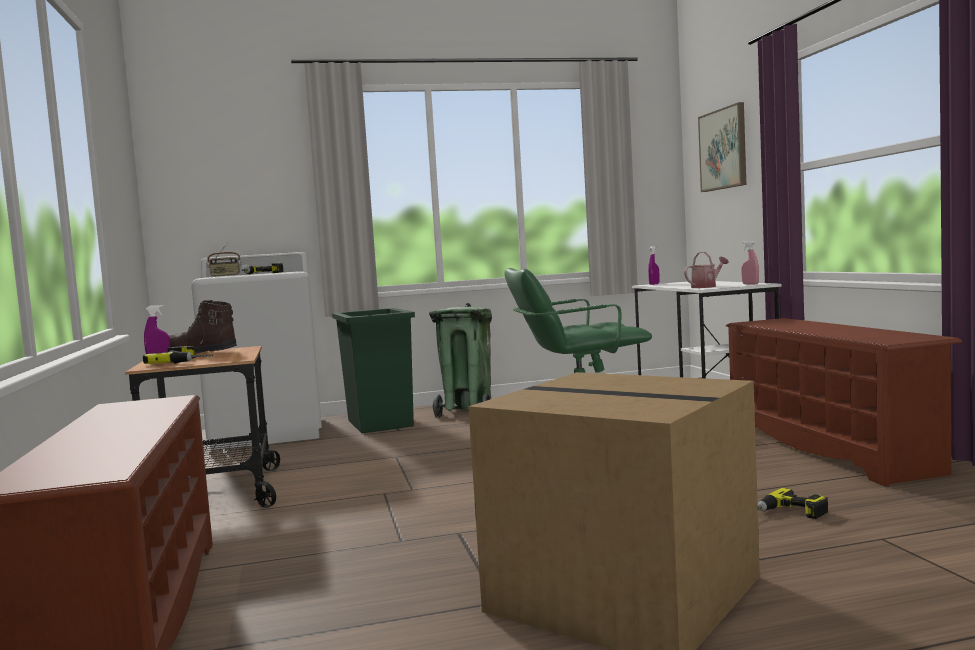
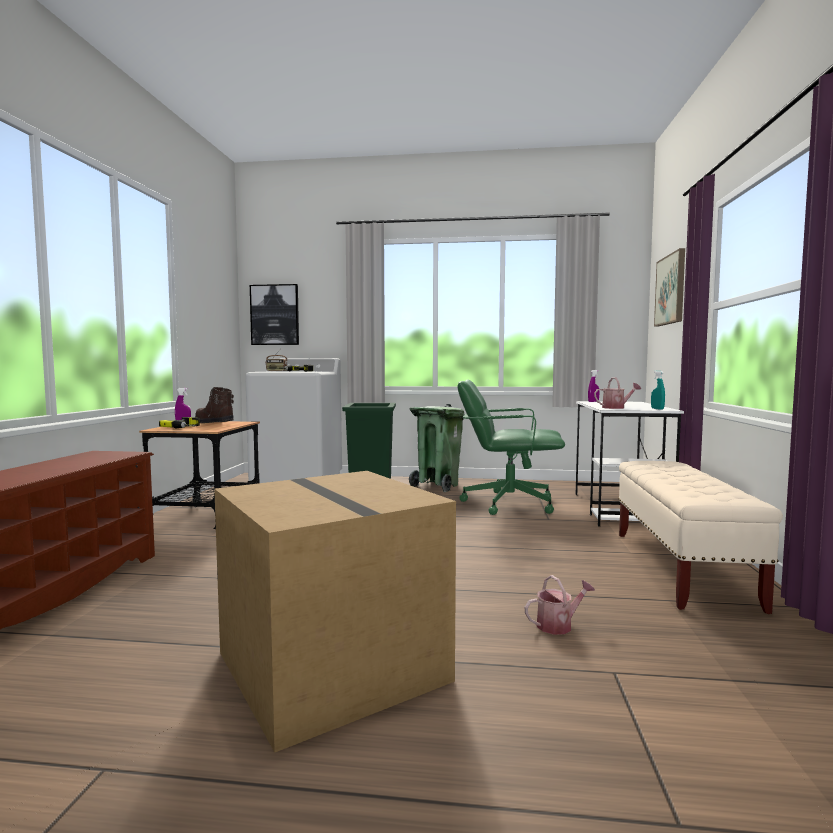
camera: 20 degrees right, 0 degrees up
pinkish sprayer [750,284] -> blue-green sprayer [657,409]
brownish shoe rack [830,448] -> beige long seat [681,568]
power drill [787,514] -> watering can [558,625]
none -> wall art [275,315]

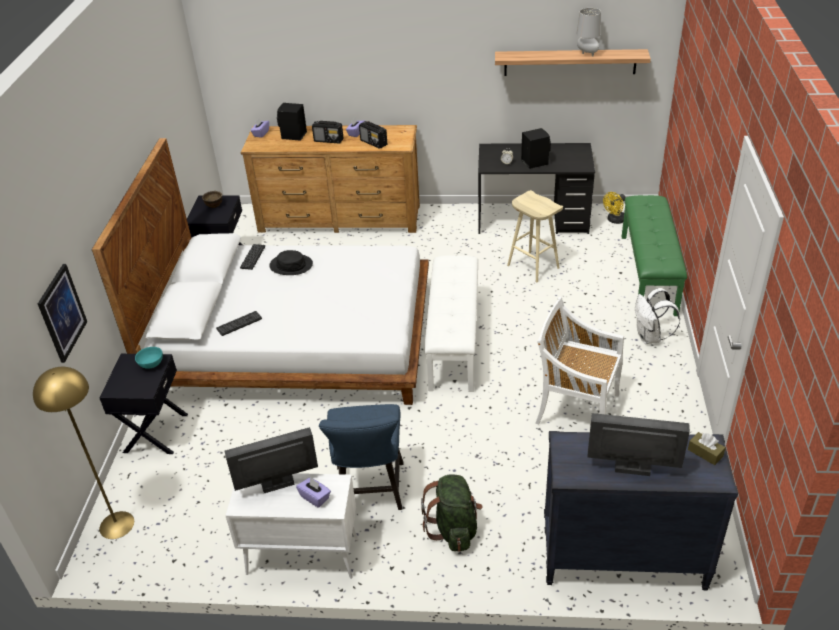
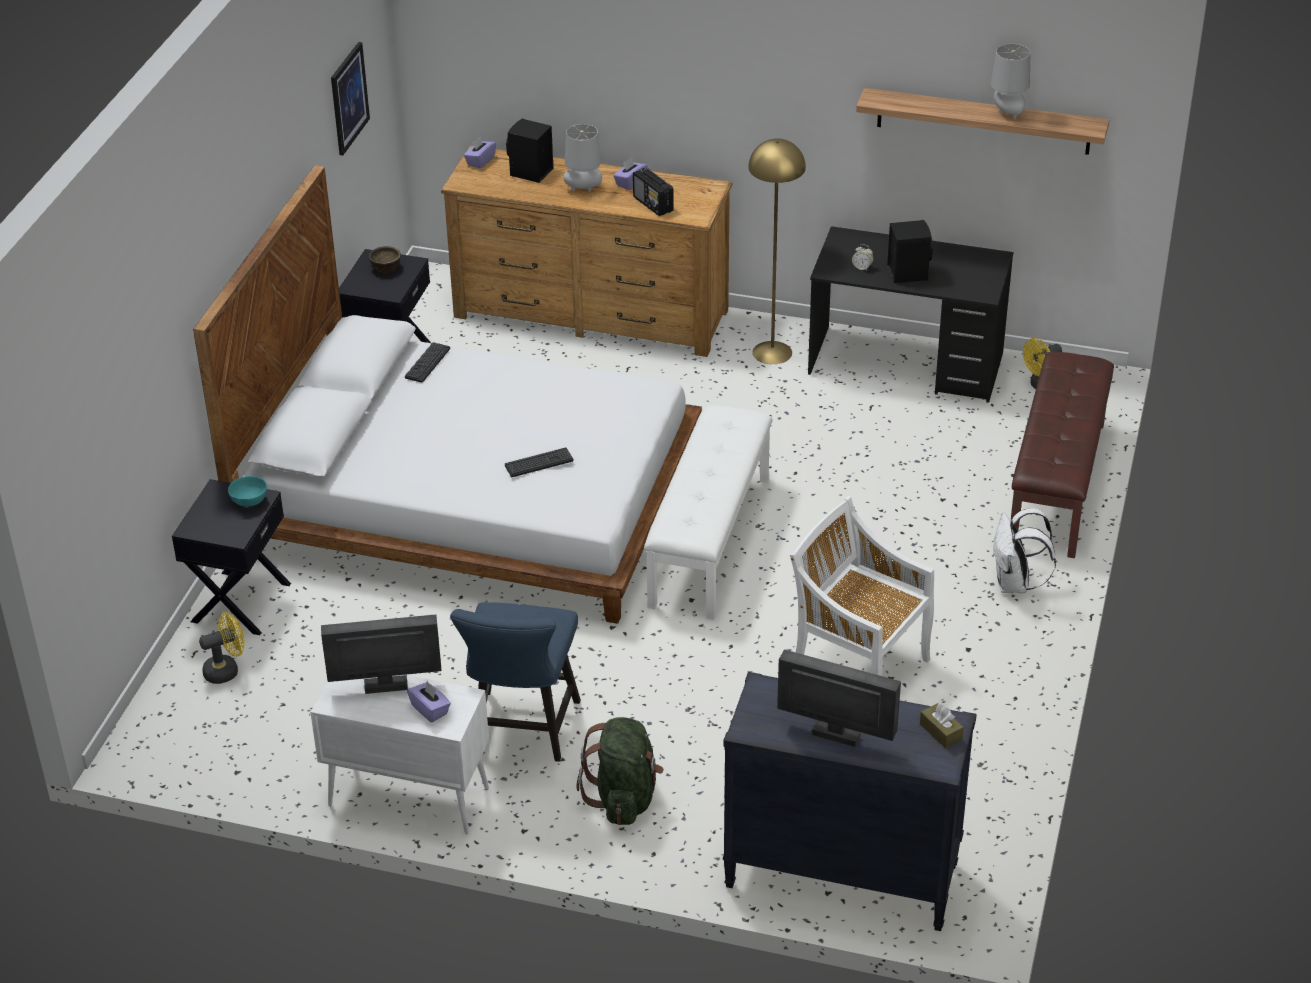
camera: 10 degrees right, 0 degrees up
radio set [329,140] -> gray tabletop lamp [584,189]
beige stool seat [532,266] -> none
green long seat [649,274] -> brownish long seat [1058,484]
blackish clothing hat [291,265] -> none
wall art [62,313] -> wall art [349,98], move
PC keyboard [239,323] -> PC keyboard [539,463], move
yellow standing lamp [116,525] -> yellow standing lamp [772,352], move
none -> yellow cooling fan [226,670]

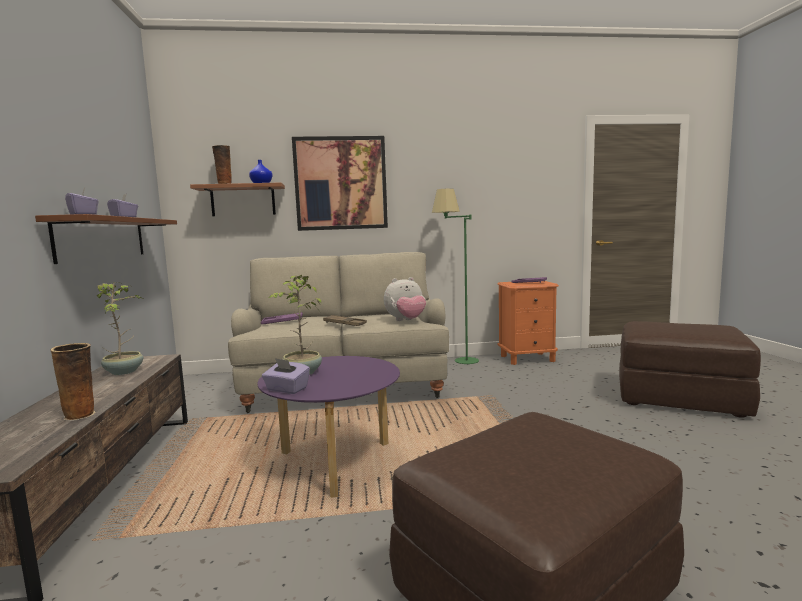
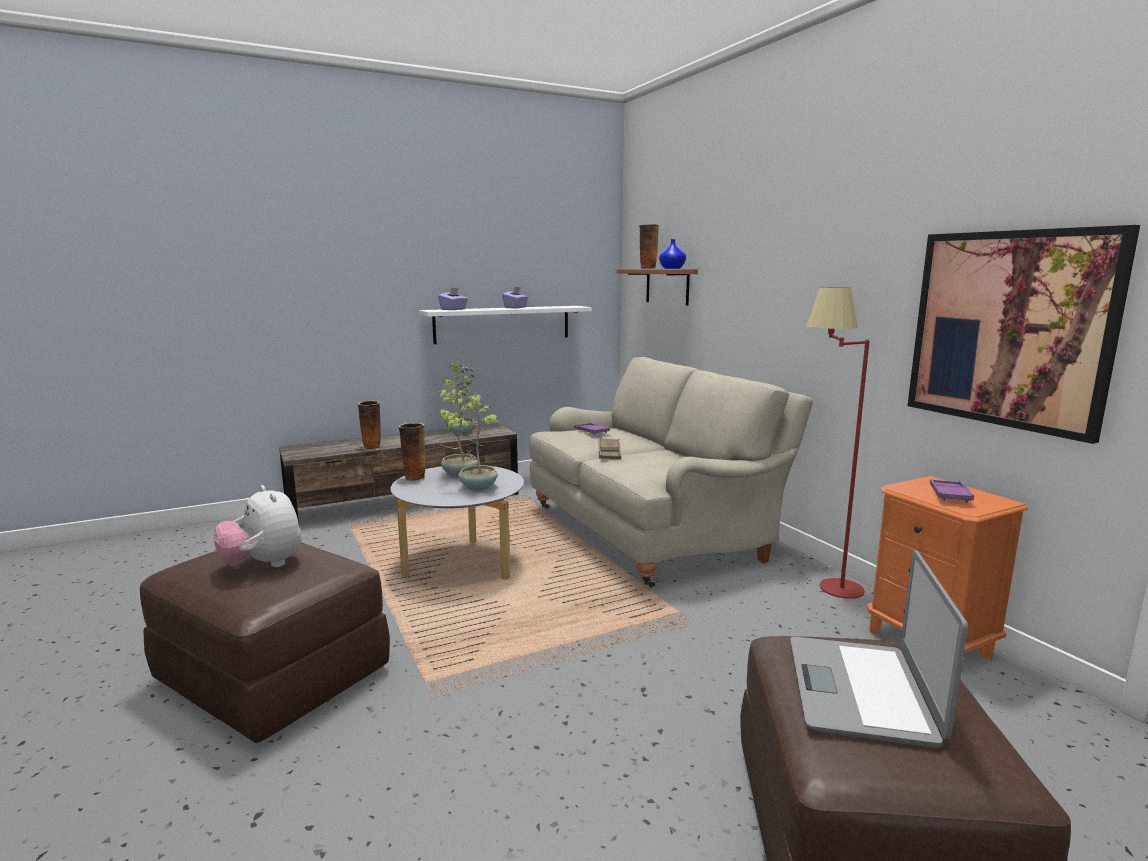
camera: 70 degrees right, 5 degrees up
wall art [341,183] -> wall art [1008,329], move
green standing lamp [457,362] -> reddish standing lamp [822,582]
brownish bracket shelf [103,238] -> whitish bracket shelf [503,324]
plush toy [406,321] -> plush toy [263,565], move
purple lounge table [335,462] -> gray lounge table [461,565]
purple box of tissues [286,389] -> flower vase [414,478]
none -> houseplant [478,487]
none -> notebook computer [862,690]

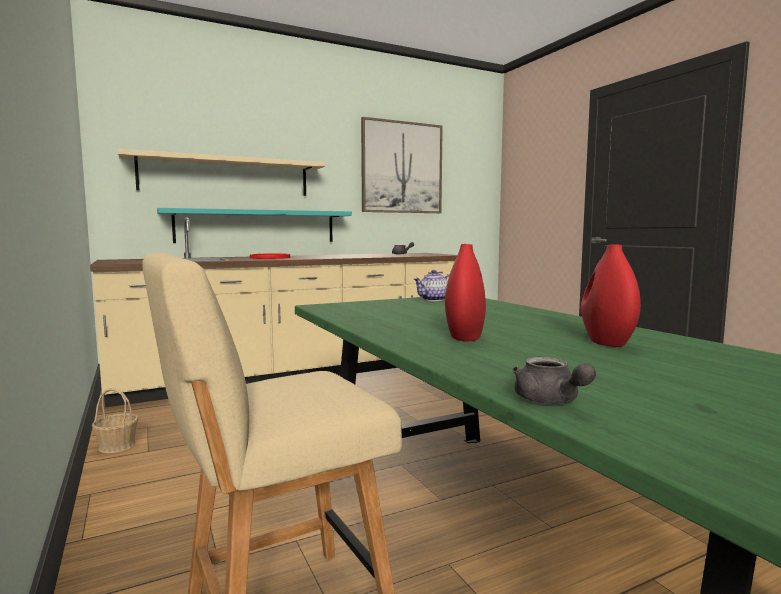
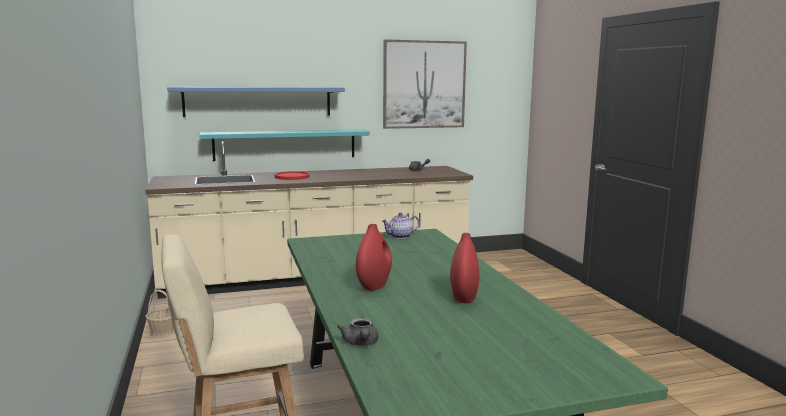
camera: 10 degrees right, 5 degrees up
beige bracket shelf [226,176] -> blue-coloured bracket shelf [258,101]

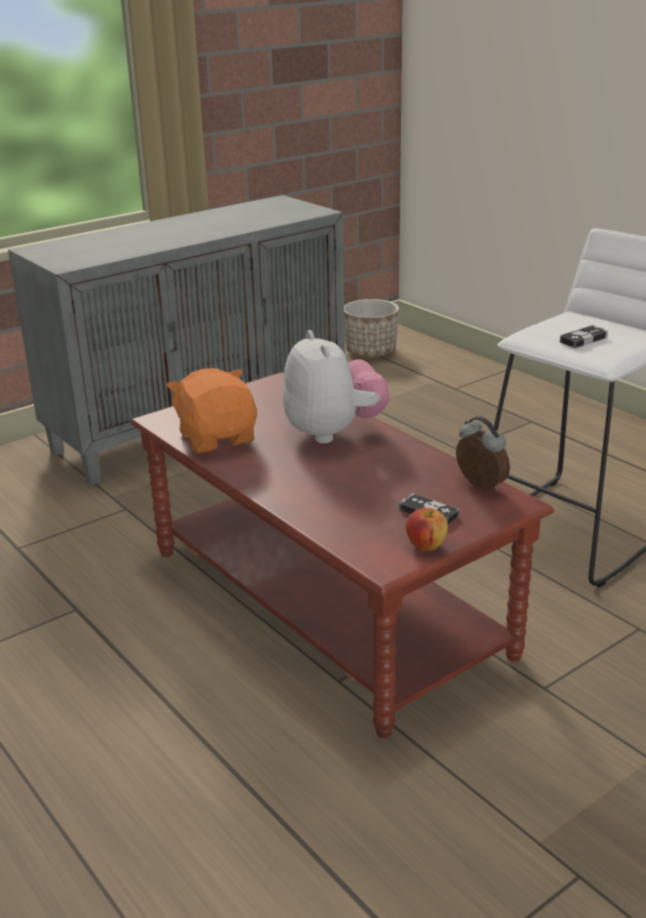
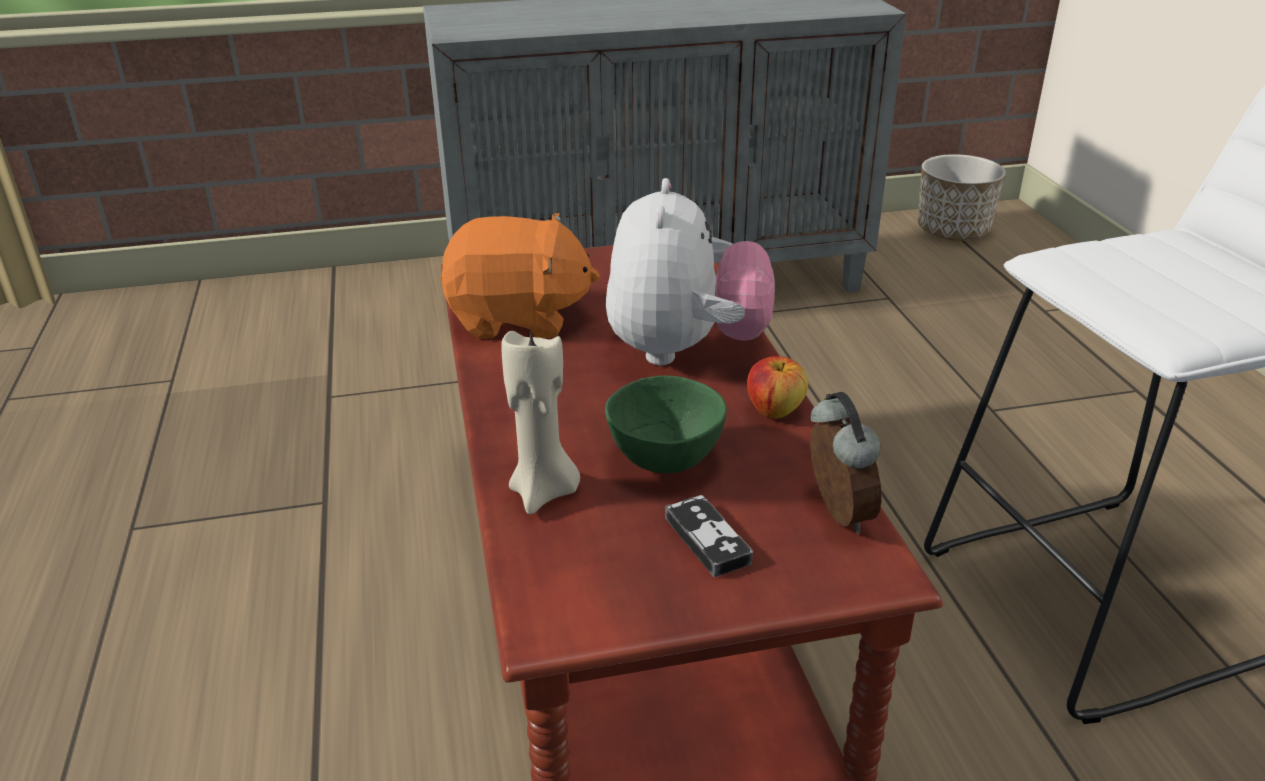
camera: 25 degrees right, 5 degrees up
joypad [583,339] -> none
orangey plush toy [217,438] -> orangey plush toy [518,318], 90 degrees clockwise
whole apple [426,545] -> whole apple [774,410], move
none -> beige wax candle [544,492]
none -> green bowl [663,461]

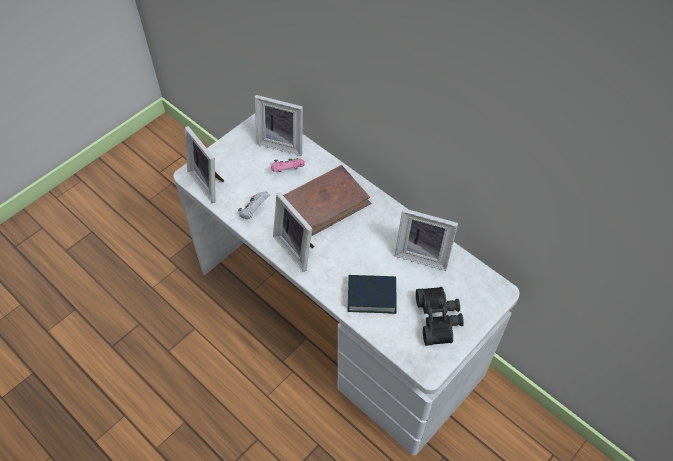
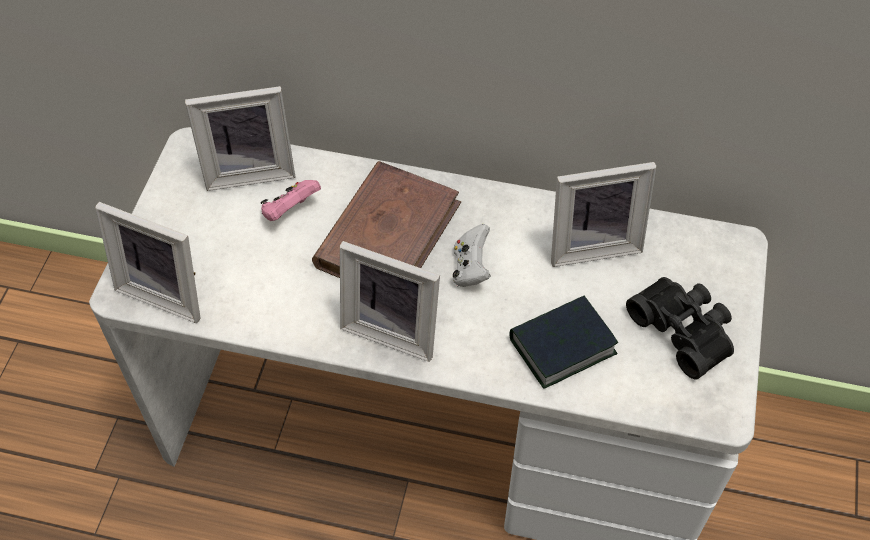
camera: 30 degrees left, 0 degrees up
whitish joypad [253,211] -> whitish joypad [470,268], move

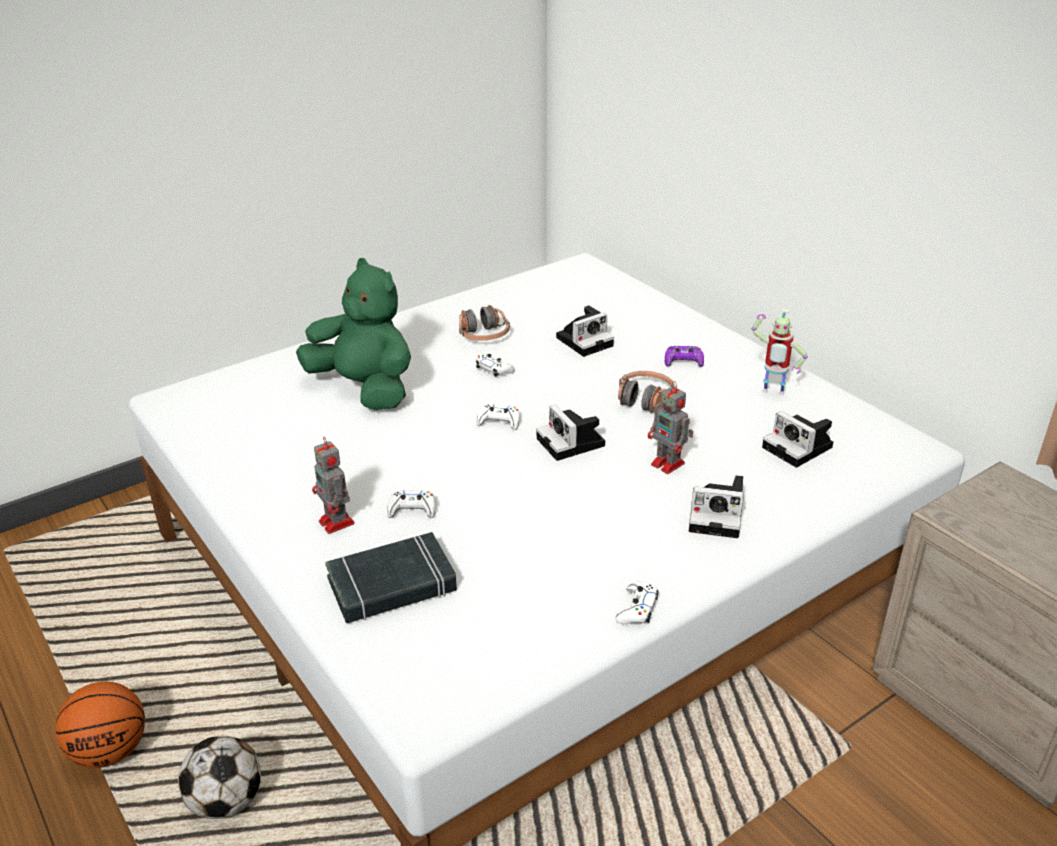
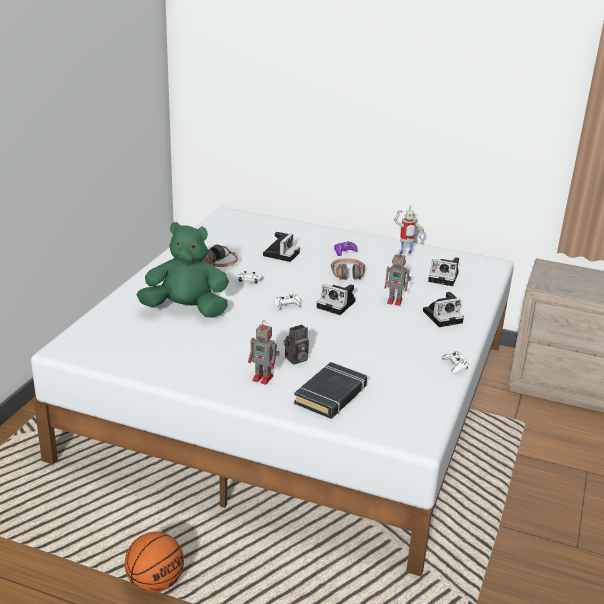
camera: 35 degrees left, 5 degrees down
whitish joypad [412,510] -> photo camera [296,359]
ball for football [226,802] -> none

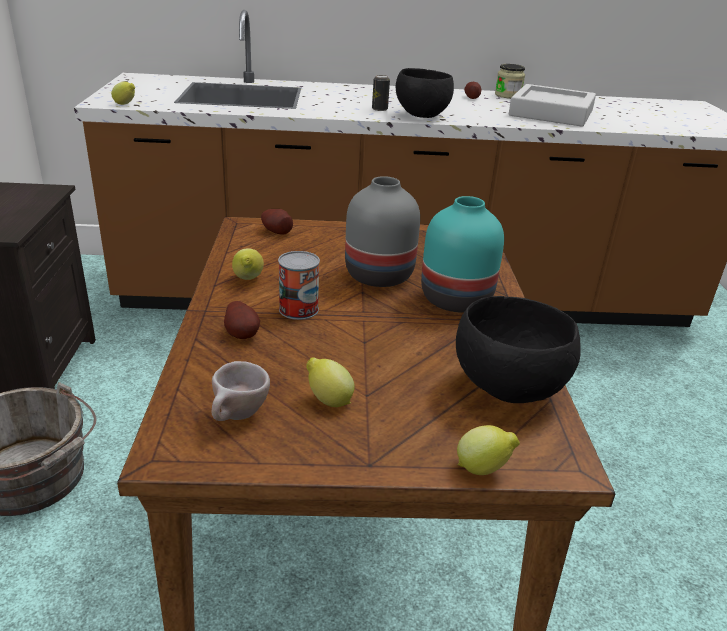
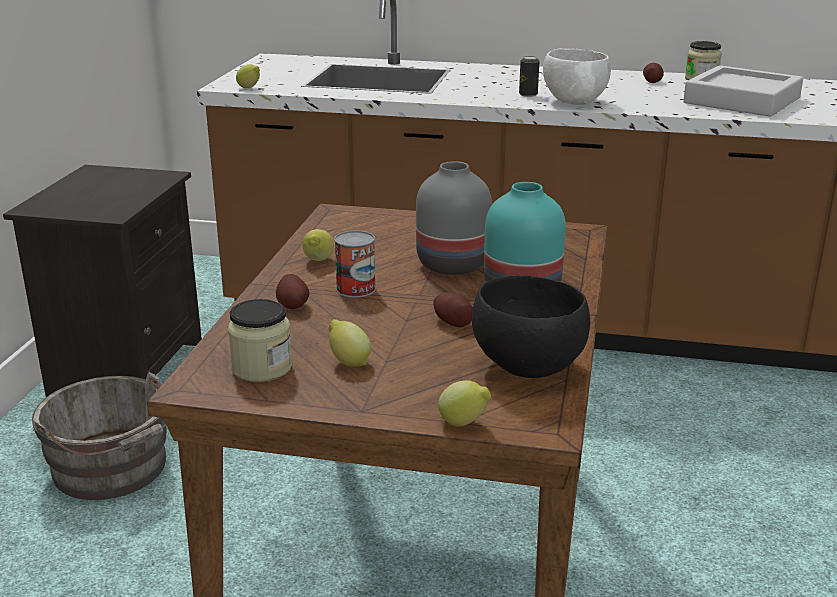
camera: 15 degrees right, 5 degrees down
blackish bowl [421,115] -> whitish bowl [574,102]
spud [276,231] -> spud [452,322], move
beige drinking cup [238,418] -> preserve jar [262,367]

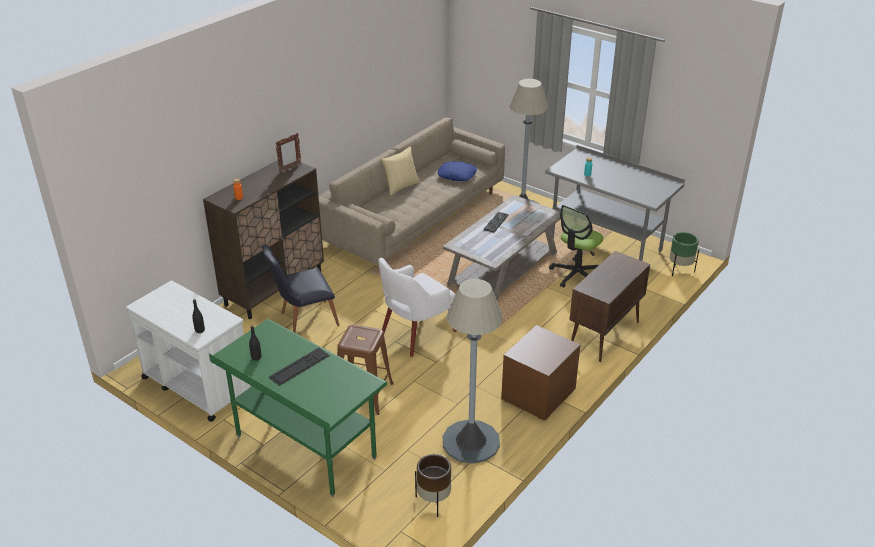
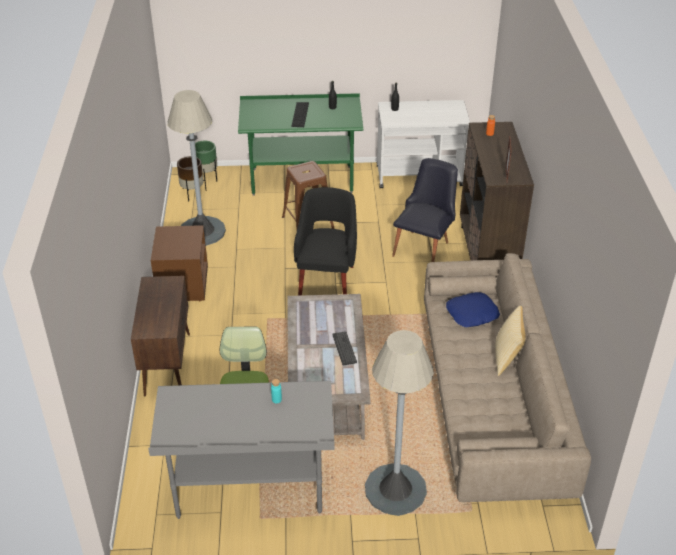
camera: 140 degrees right, 5 degrees up
blue-coloured throw pillow [457,175] -> blue-coloured throw pillow [472,314], move
green planter [679,270] -> green planter [206,176], move
whitish easy chair [416,333] -> blackish easy chair [327,281]

